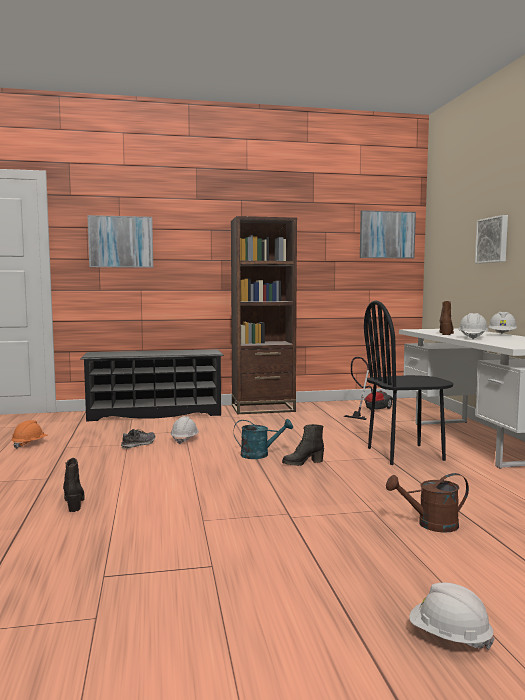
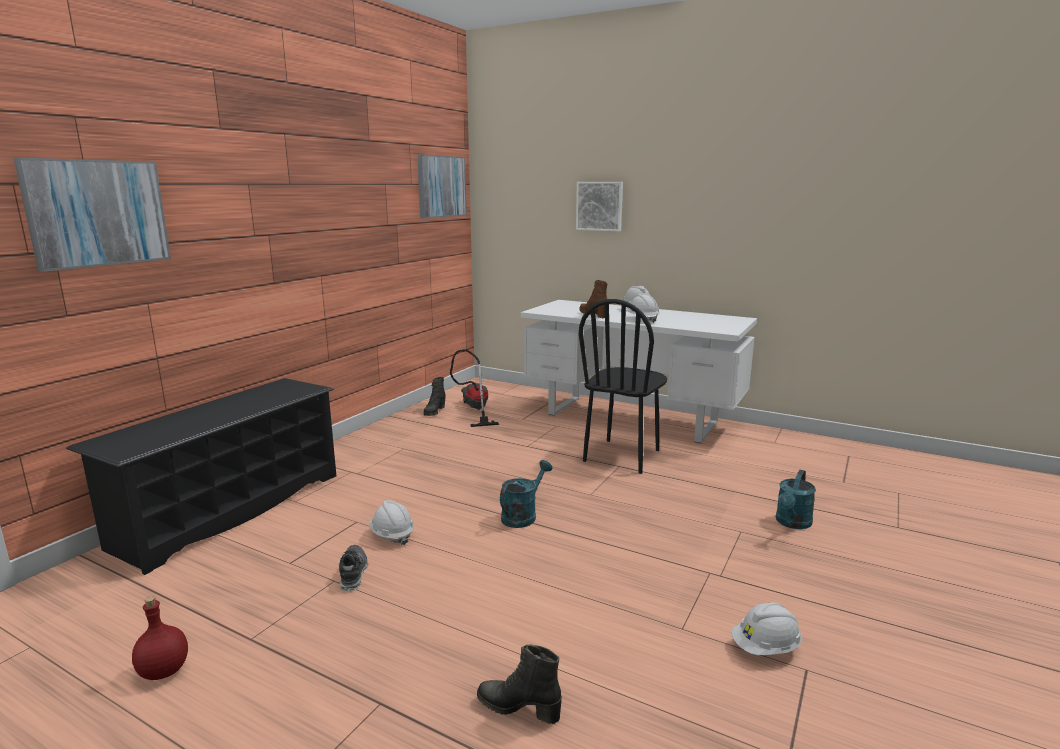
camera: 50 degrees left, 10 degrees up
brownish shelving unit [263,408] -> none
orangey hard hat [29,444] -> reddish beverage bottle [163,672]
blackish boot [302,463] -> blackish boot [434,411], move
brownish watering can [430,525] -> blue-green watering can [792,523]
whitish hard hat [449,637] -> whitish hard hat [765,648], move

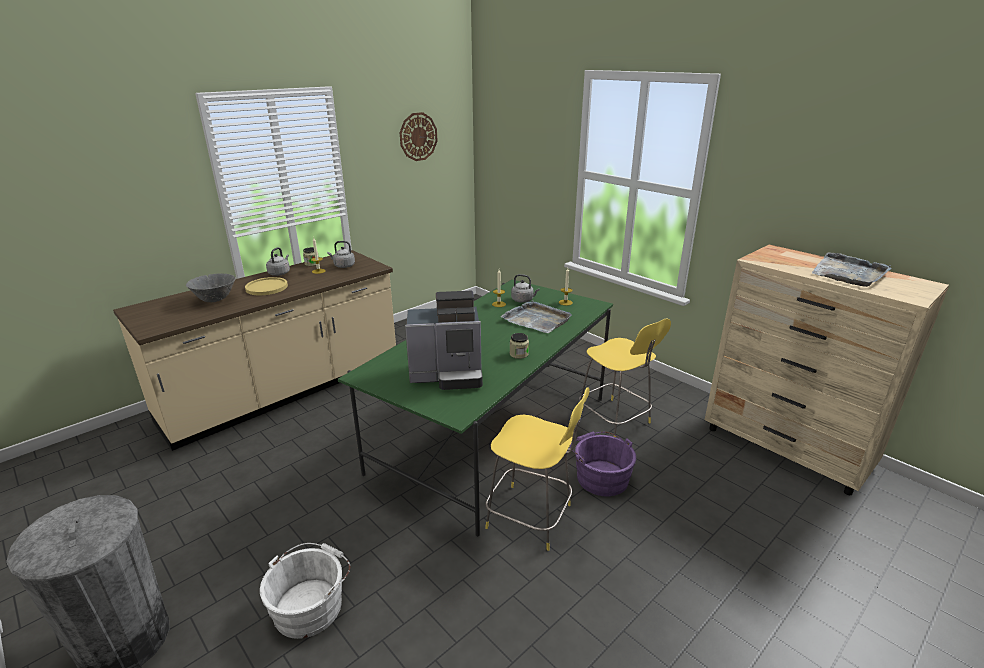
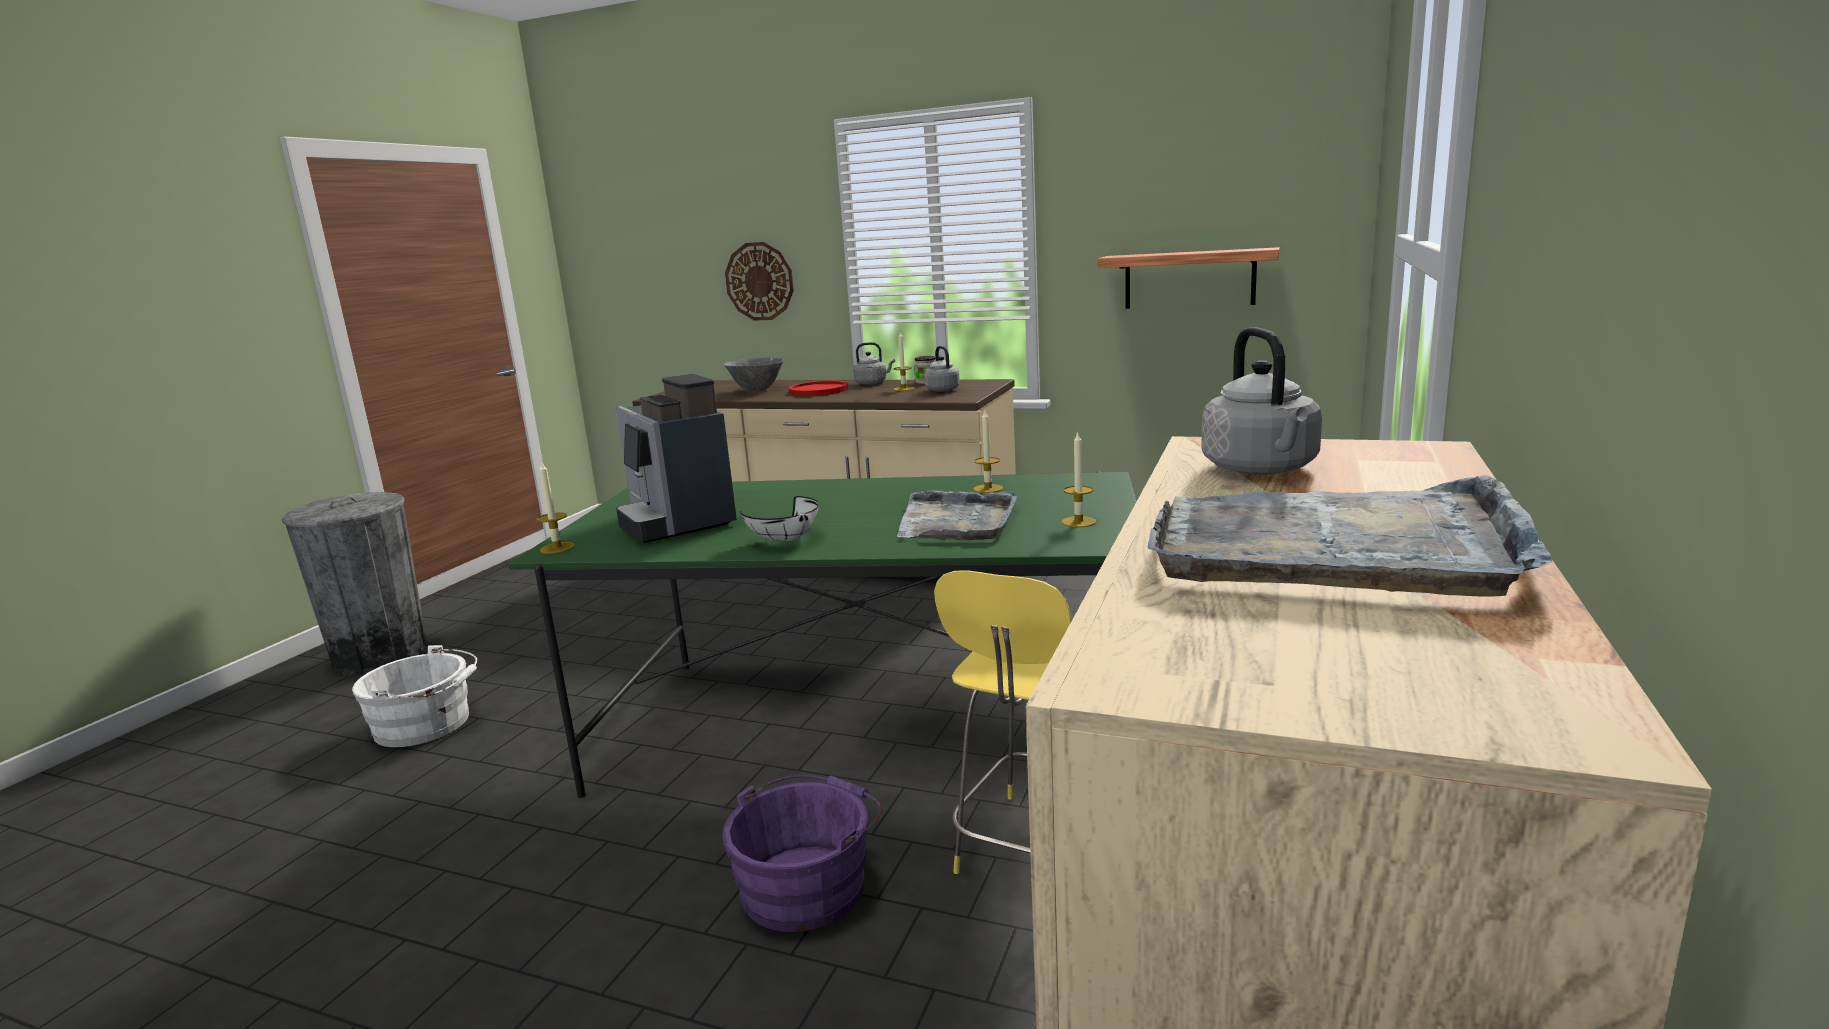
camera: 65 degrees right, 10 degrees down
hanging clock [418,136] -> hanging clock [759,281], move
gray kettle [523,300] -> gray kettle [1262,469], move
yellow flat dish [266,287] -> reddish flat dish [818,390]
preserve jar [519,354] -> whitish bowl [788,540]
yellow stool seat [532,517] -> none
none -> bracket shelf [1189,279]
none -> wax candle [557,548]

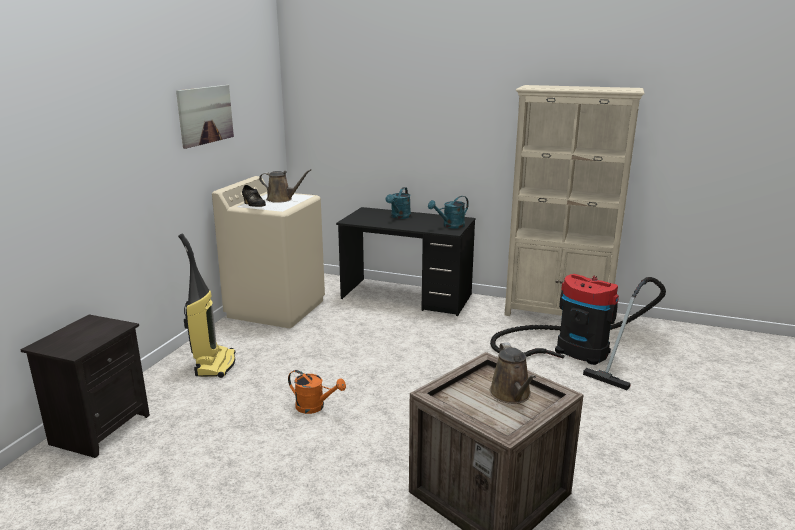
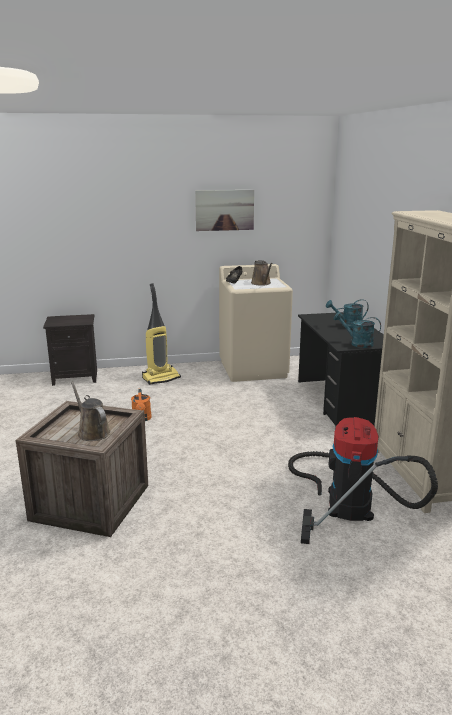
camera: 60 degrees right, 0 degrees up
brownish watering can [511,395] -> brownish watering can [92,432], 90 degrees clockwise

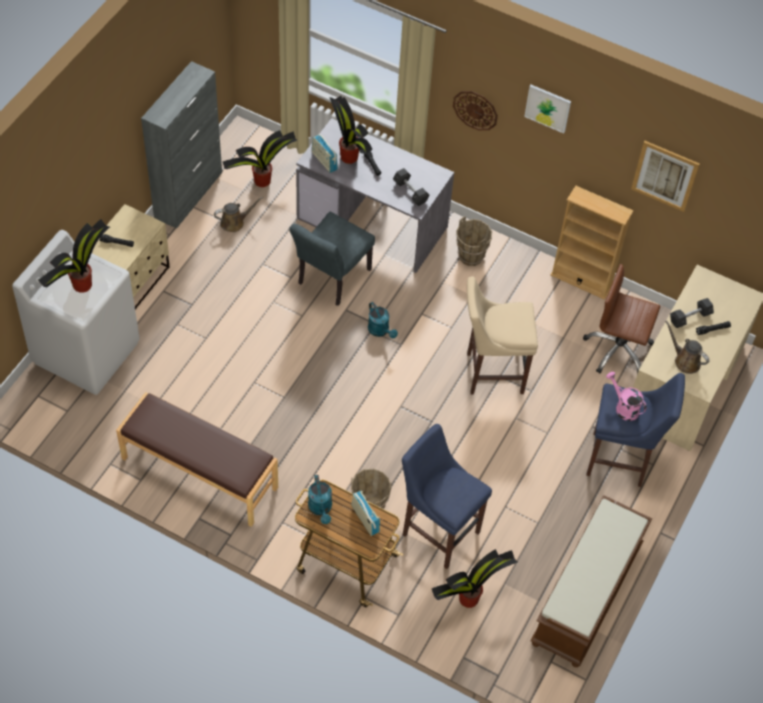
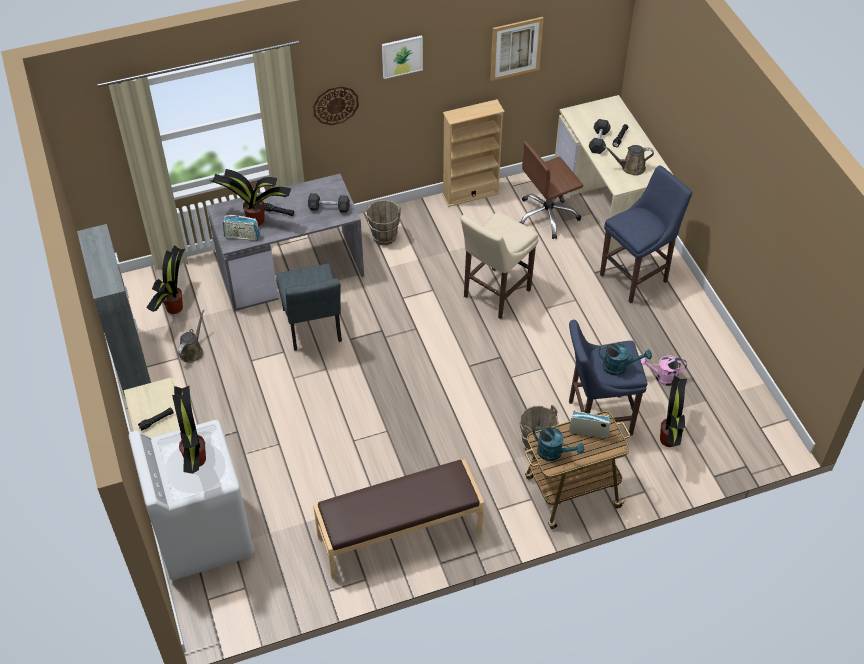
camera: 45 degrees left, 5 degrees down
blue-green watering can [380,331] -> blue-green watering can [619,367], move
pinkish watering can [623,407] -> pinkish watering can [662,377], move
brownish long seat [587,596] -> none

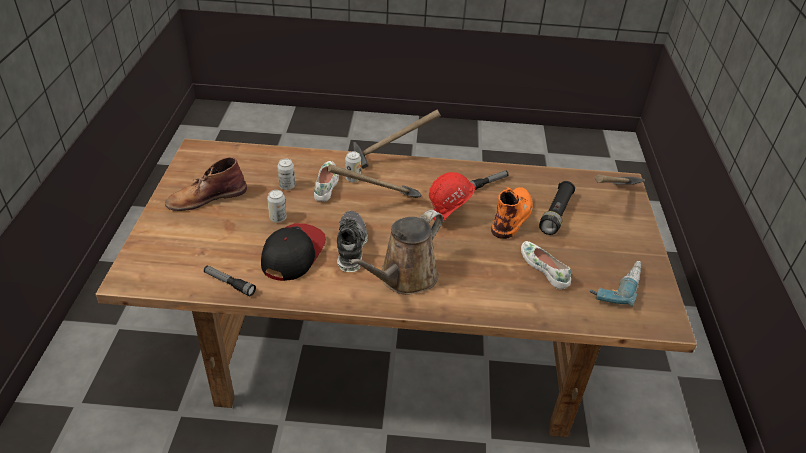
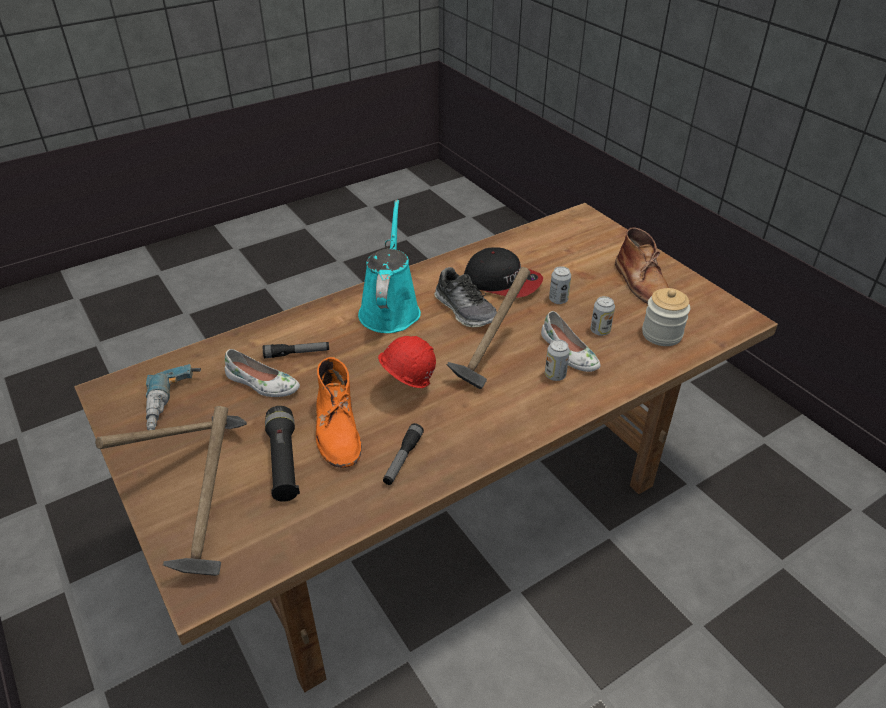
camera: 145 degrees right, 0 degrees up
hand hammer [391,160] -> hand hammer [190,461], move
brownish boot [206,197] -> brownish boot [642,284], 135 degrees clockwise
brownish watering can [404,278] -> blue-green watering can [390,309]
peaked cap [293,254] -> peaked cap [502,281], 45 degrees counterclockwise
torch [229,283] -> torch [297,353], move
none -> preserve jar [661,334]

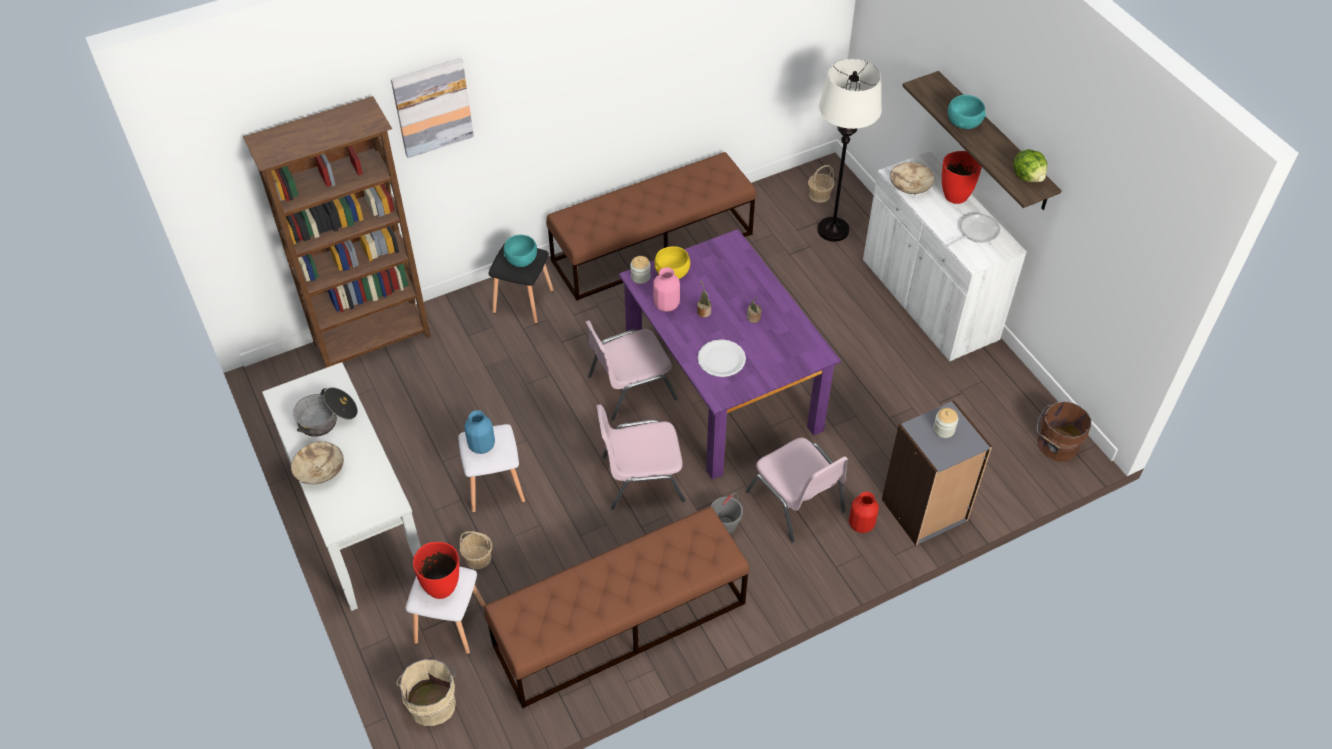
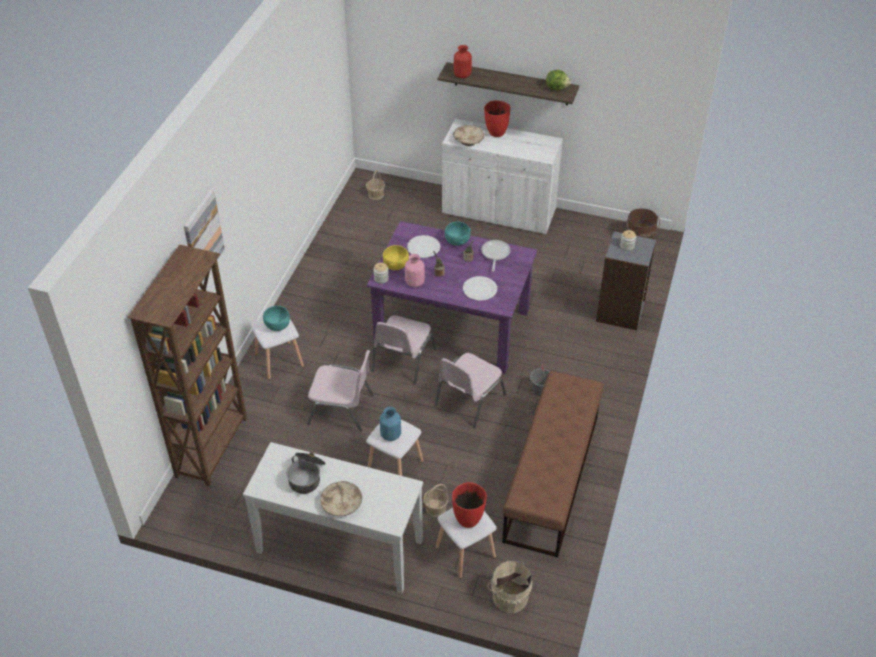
camera: 45 degrees left, 5 degrees down
whitish standing lamp [833,230] -> none
blue-green bowl [963,123] -> blue-green bowl [457,241], move
brownish long seat [653,247] -> none
frying pan [975,232] -> frying pan [495,254], move
blackish stool seat [523,300] -> whitish stool seat [278,360]
pinkish upright chair [796,502] -> pinkish upright chair [342,409], move
reddish flower vase [861,524] -> reddish flower vase [462,75], move
none -> whitish flat dish [423,247]

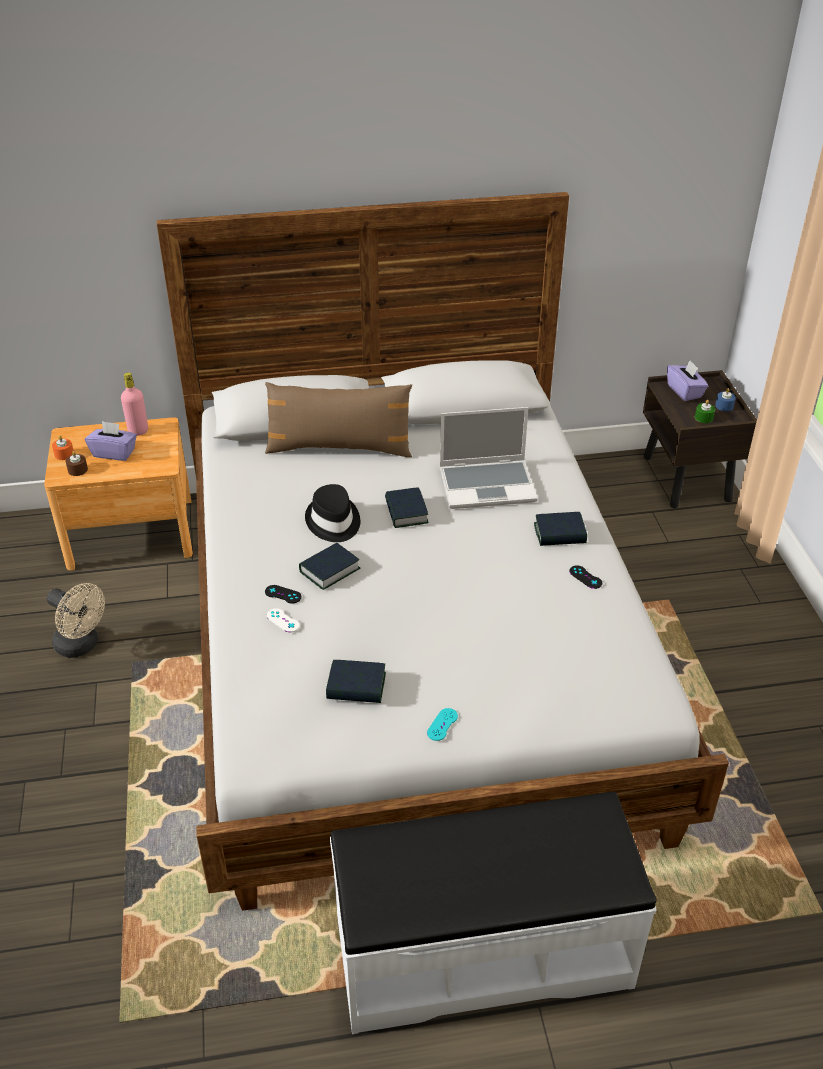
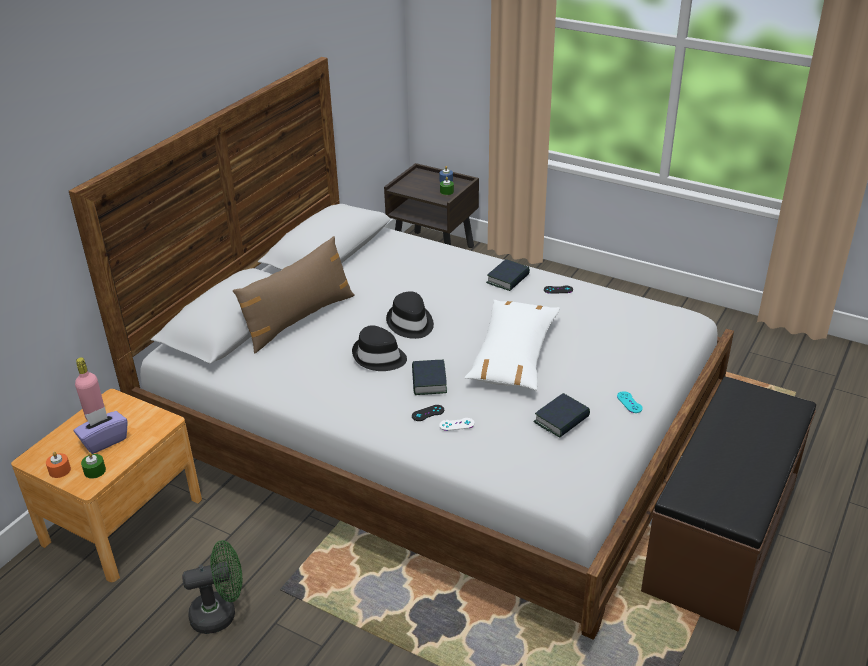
camera: 50 degrees left, 5 degrees down
purple box of tissues [685,391] -> none
notebook computer [488,485] -> none
brownish wax candle [77,470] -> green wax candle [95,471]
book [406,512] -> blackish clothing hat [410,323]
beige cooling fan [82,645] -> green cooling fan [221,613]
whitish long seat [481,950] -> brownish long seat [719,536]
none -> whitish throw pillow [513,355]

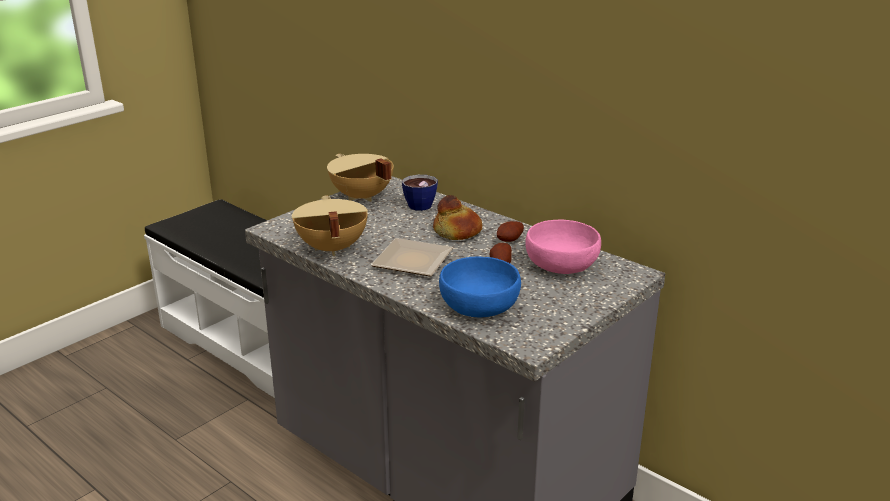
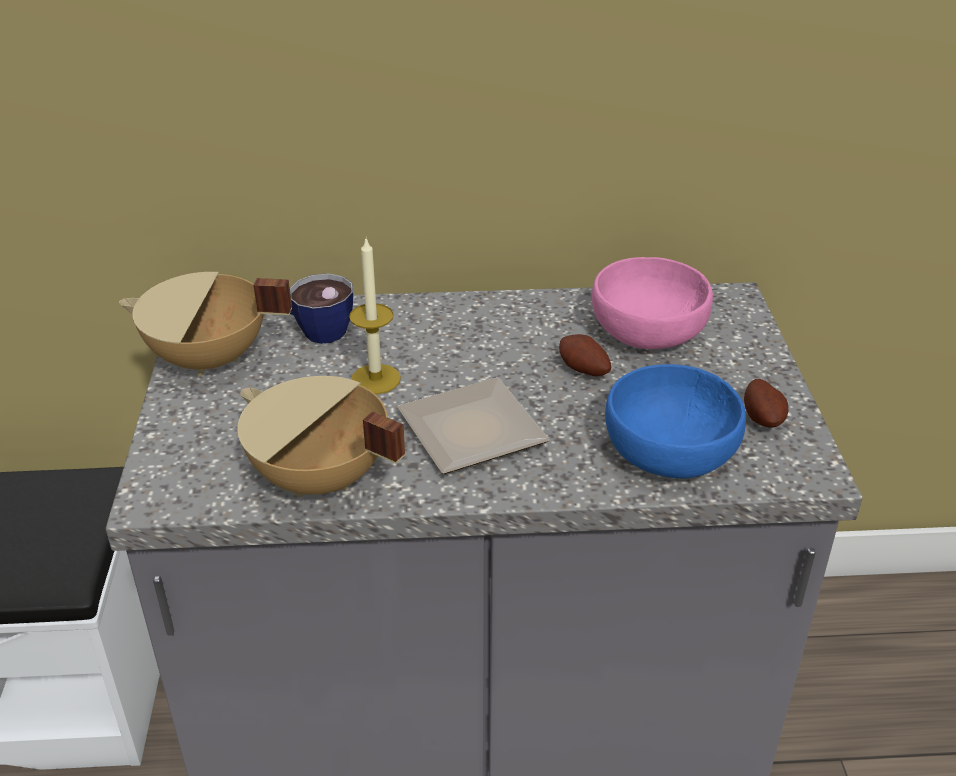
camera: 45 degrees left, 10 degrees up
bread [457,232] -> none
spud [510,241] -> spud [763,418], move
none -> wax candle [375,379]

